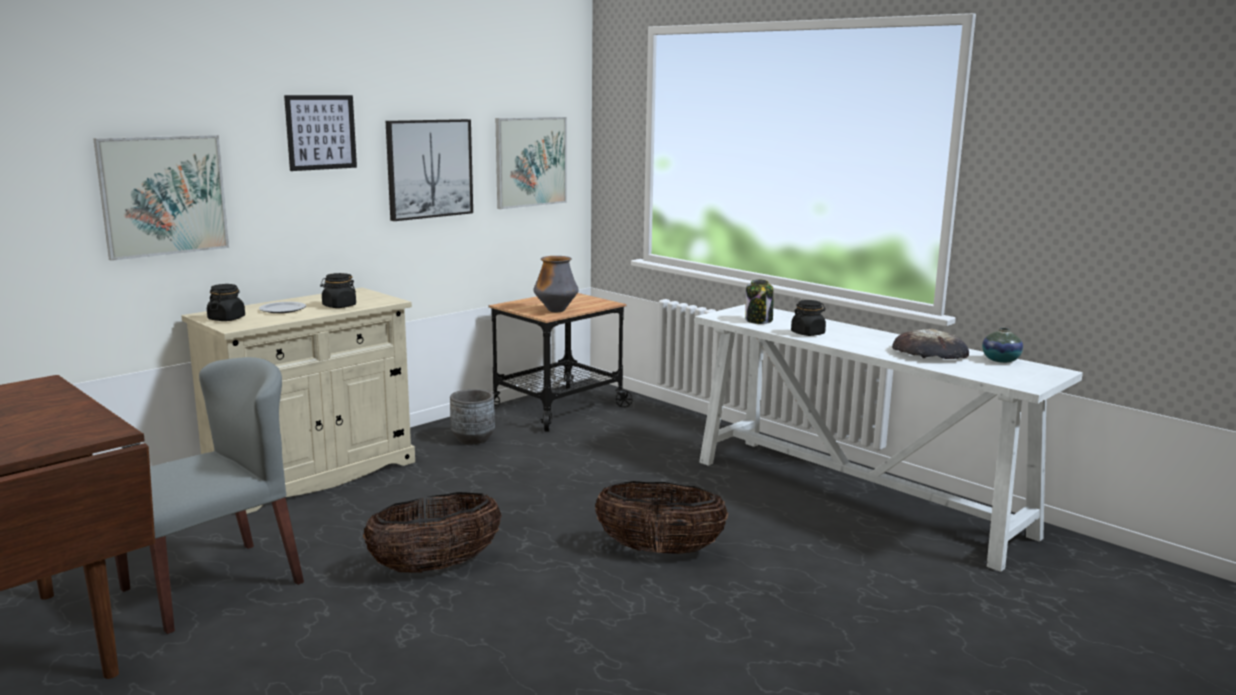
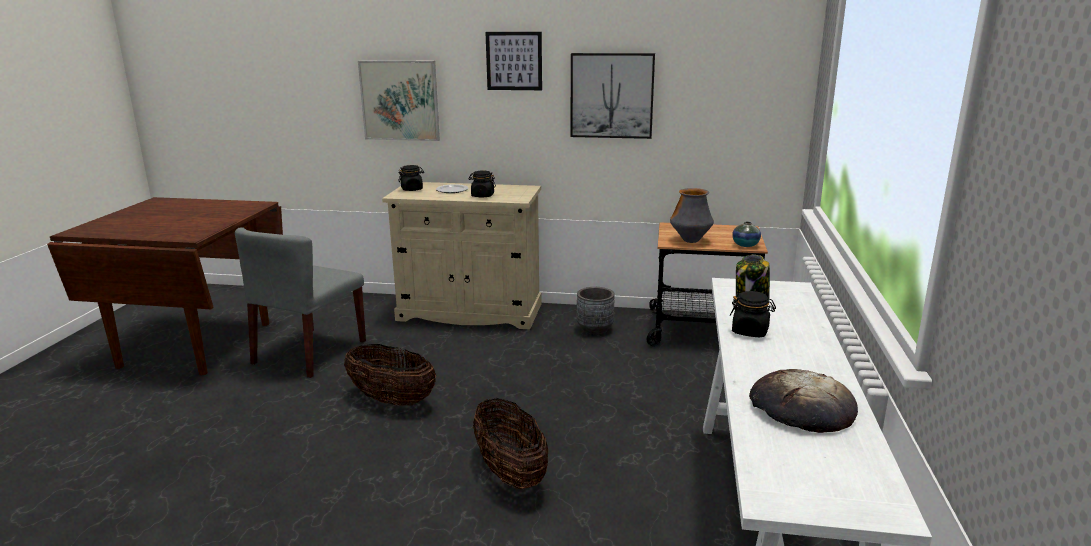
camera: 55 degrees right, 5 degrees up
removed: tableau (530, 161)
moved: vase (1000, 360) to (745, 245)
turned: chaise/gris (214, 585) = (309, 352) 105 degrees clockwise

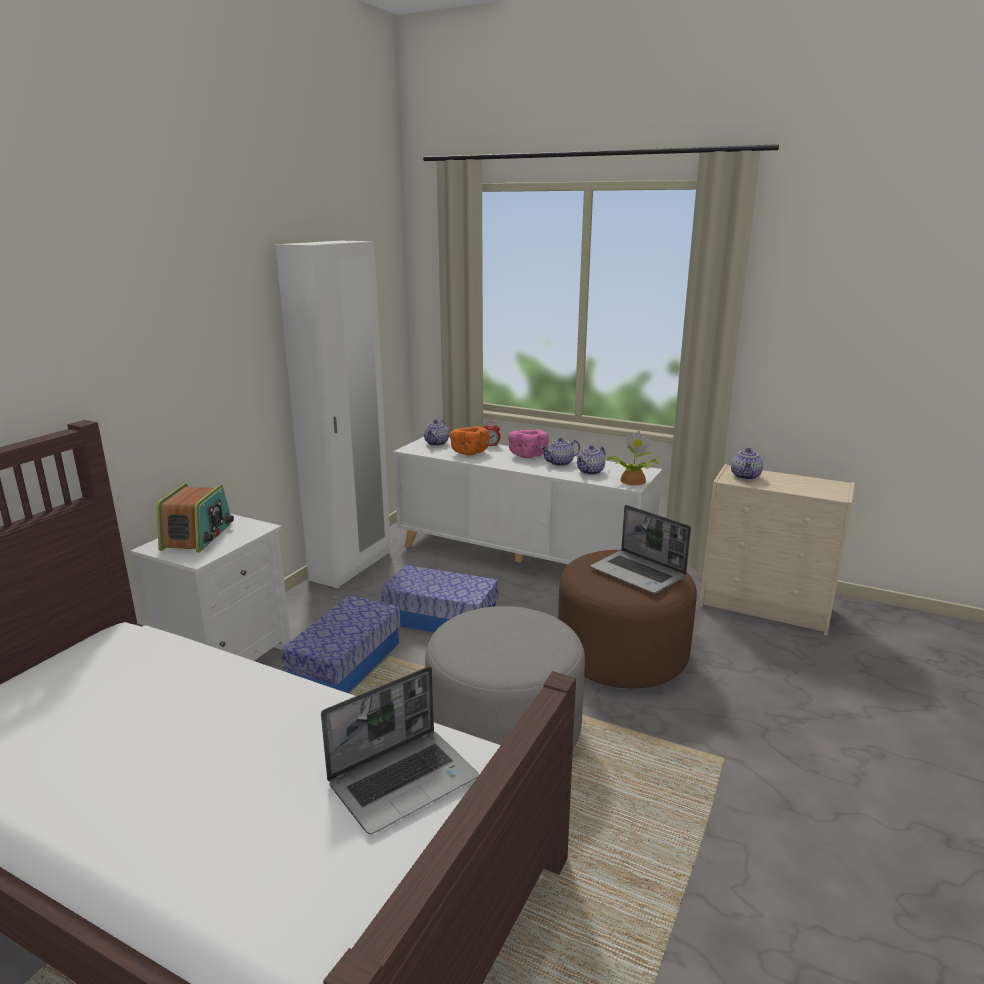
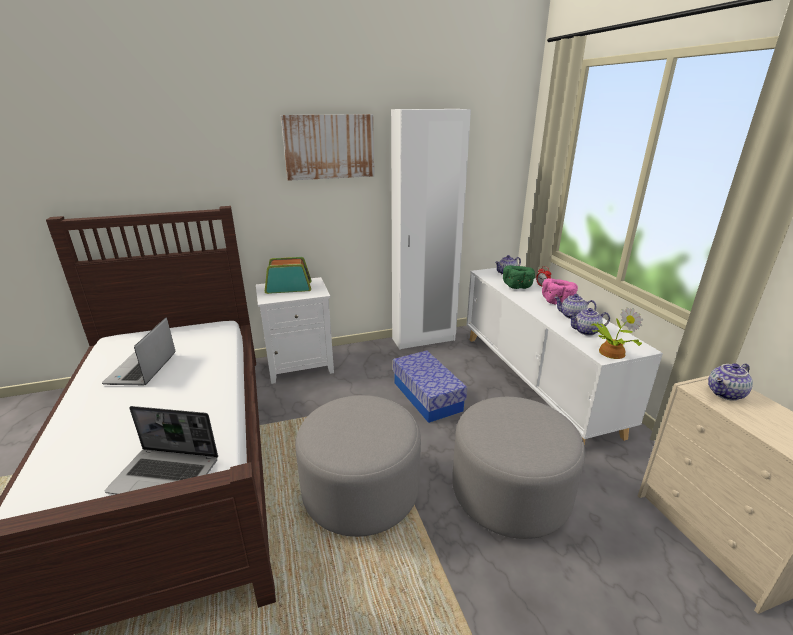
camera: 45 degrees right, 5 degrees up
removed: boîte de rangement (346, 664)
added: tableau (329, 147)
moved: ordinateur portable (639, 573) to (142, 369)
recoloured: bol/orange (469, 452) to bol/vert (517, 286); pouf/marron (622, 655) to pouf/gris (510, 493)
turned: radio (198, 536) = (288, 287) 150 degrees counterclockwise

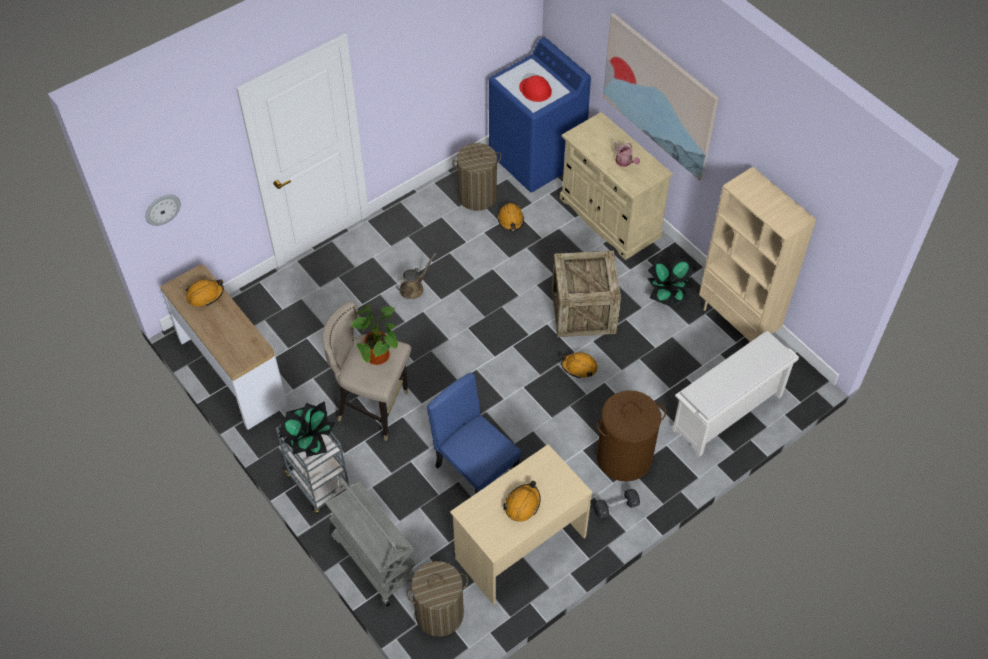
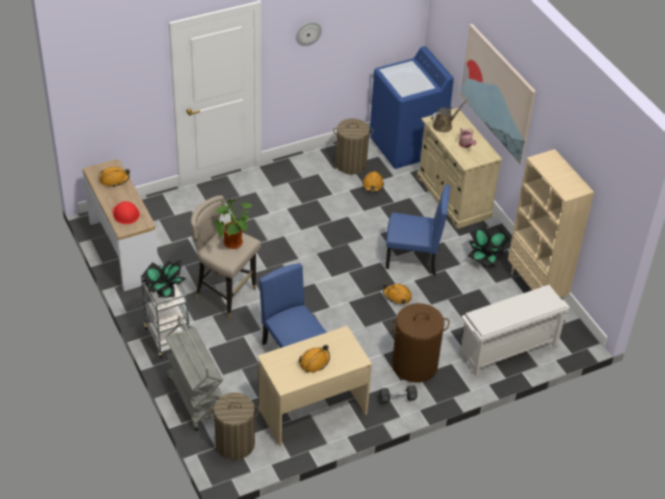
camera: 10 degrees right, 10 degrees down
moved: horloge murale (162, 209) to (308, 33); arrosoir/marron (413, 288) to (444, 125); casque de chantier/rouge (535, 89) to (126, 213)
replaced: caisse (583, 311) to chaise/bleu (412, 258)

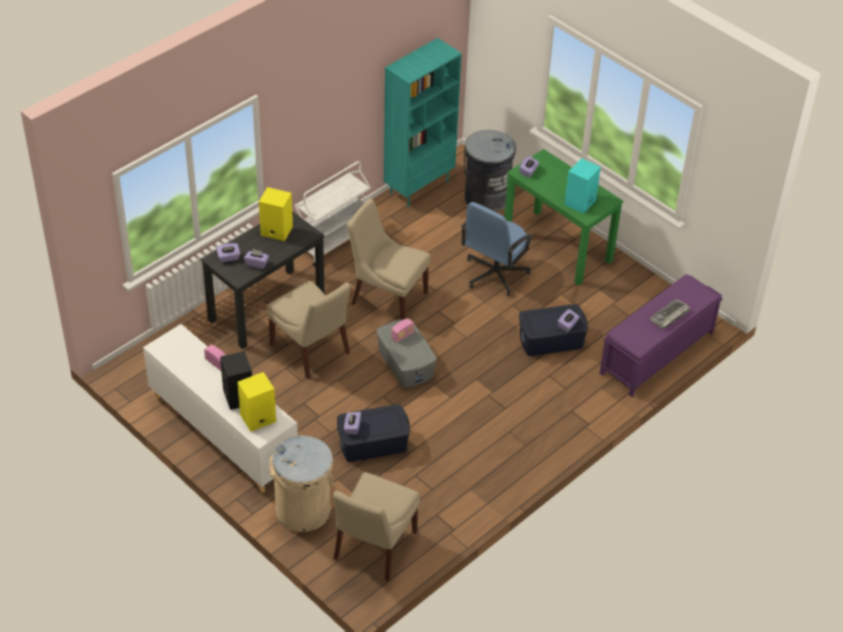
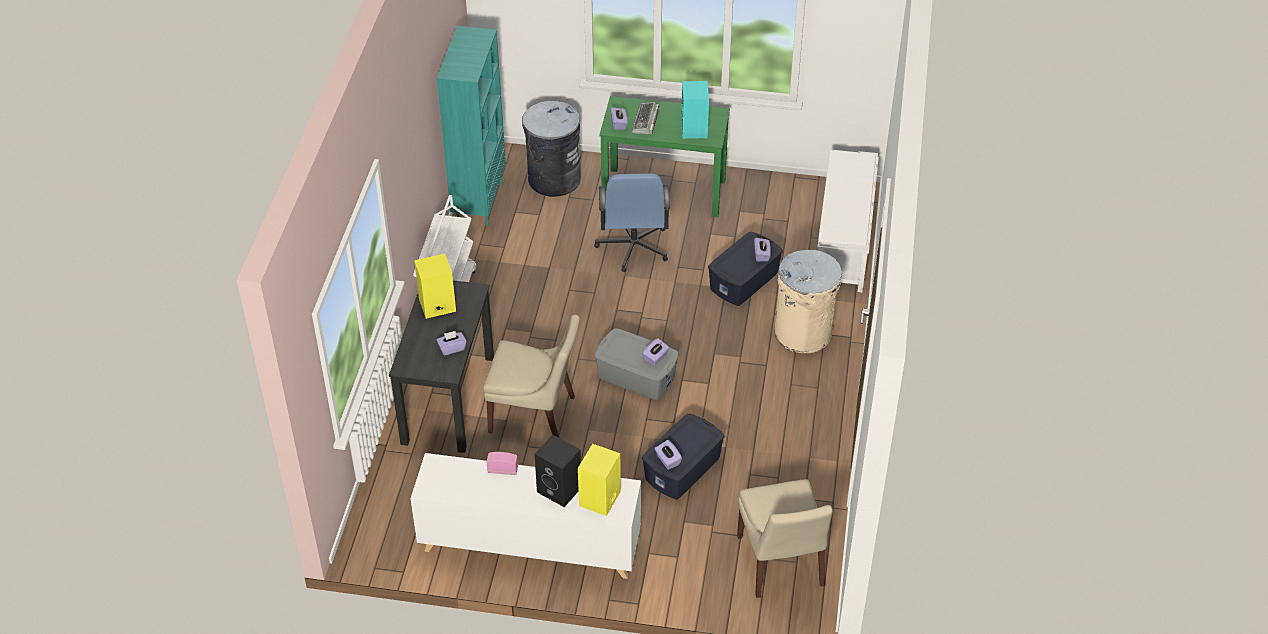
camera: 35 degrees left, 0 degrees up
removed: chaise/beige (387, 297); radio (402, 336)
moved: boîte à mouchoirs/violet (228, 257) to (655, 358); poubelle/beige (303, 511) to (803, 333); clavier (669, 316) to (645, 121)
recoloured: banc/violet (656, 354) to banc/blanc (844, 242)

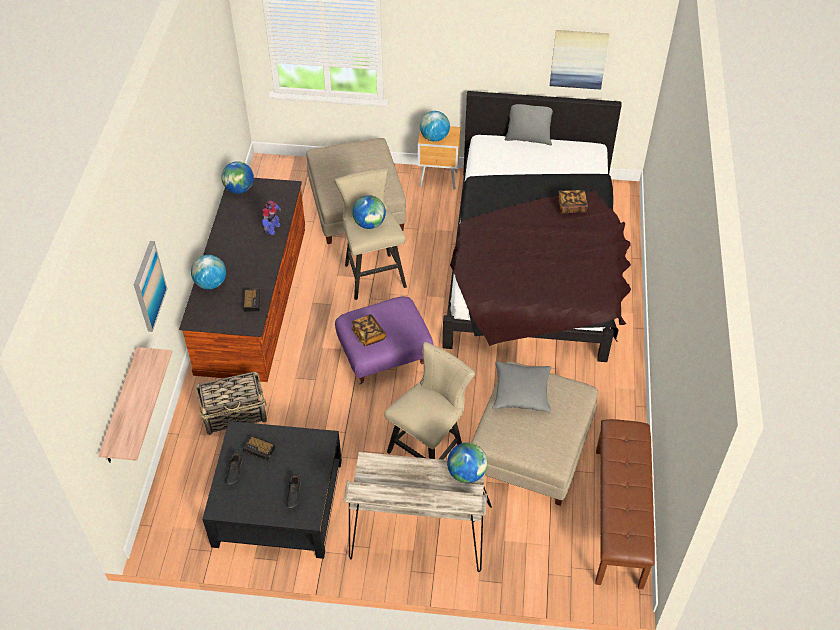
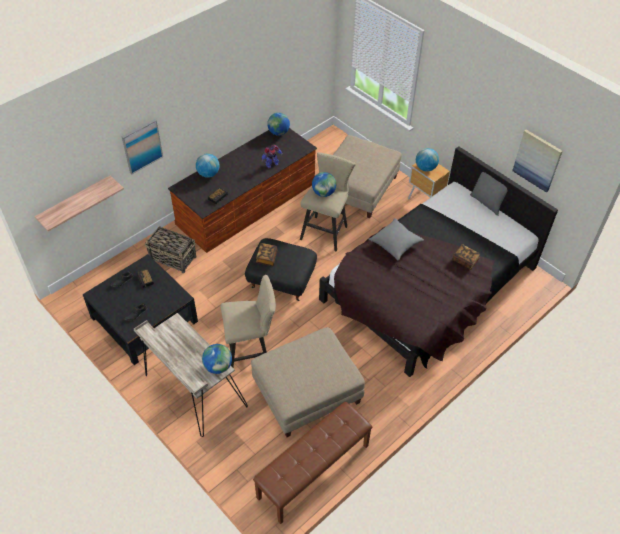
camera: 40 degrees right, 0 degrees up
moved: coussin/gris (521, 392) to (395, 244)
recoloured: pouf/violet (384, 357) to pouf/noir (281, 282)

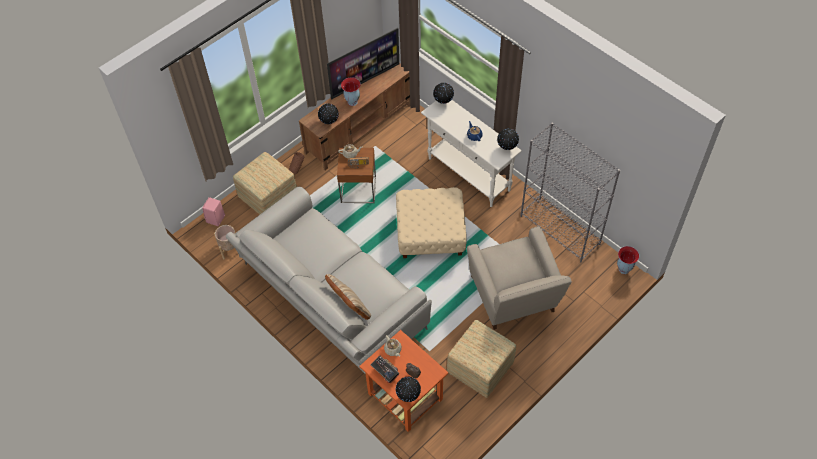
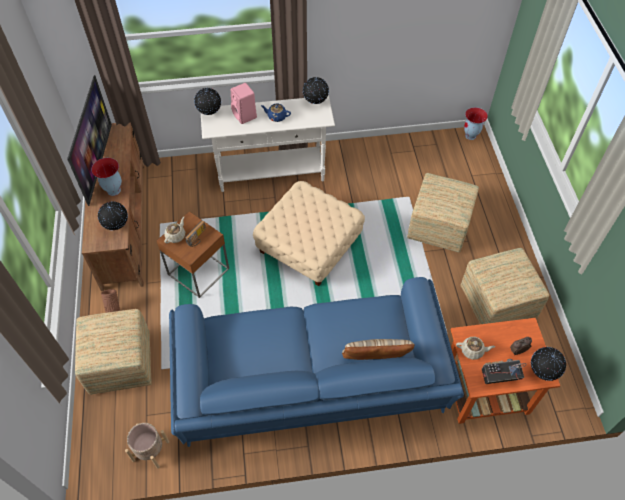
camera: 55 degrees left, 0 degrees up
removed: bibliothèque/gris (560, 230)
moved: enceinte/rose (215, 219) to (245, 116)
replaced: fauteuil/beige (514, 298) to pouf (439, 227)
recoloured: canapé/gris (330, 297) to canapé/bleu (310, 384)

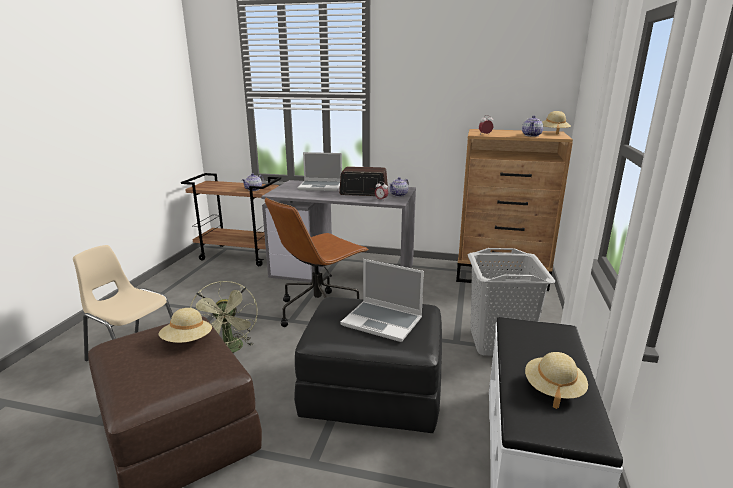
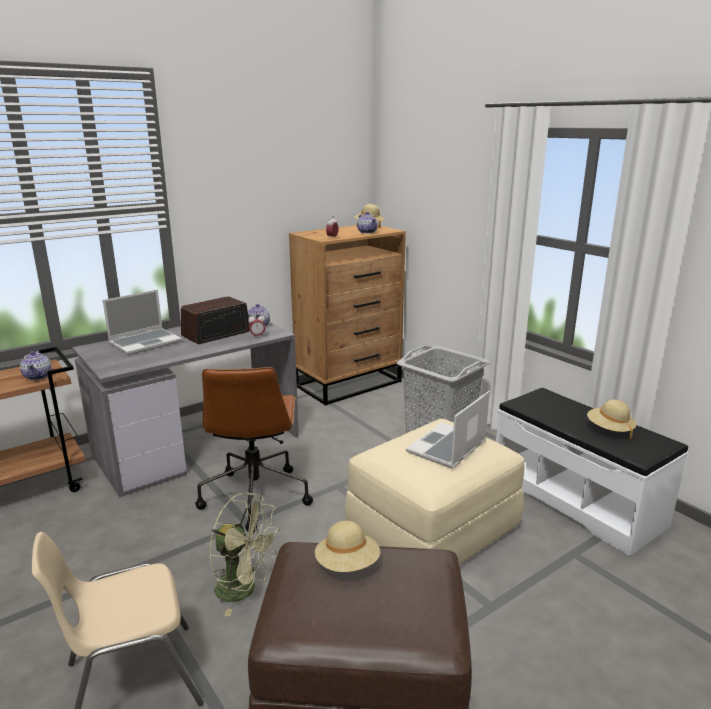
camera: 50 degrees left, 0 degrees up
recoloured: pouf/noir (373, 392) to pouf/beige (433, 529)
turned: ordinateur portable (383, 322) = (447, 448) 150 degrees clockwise

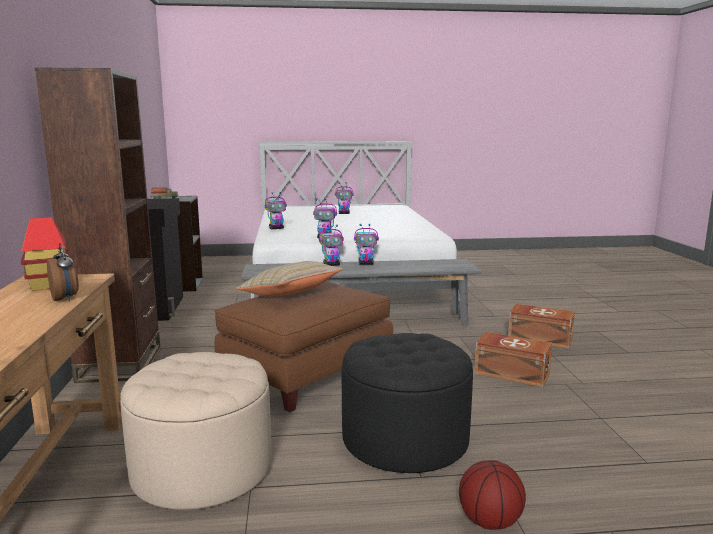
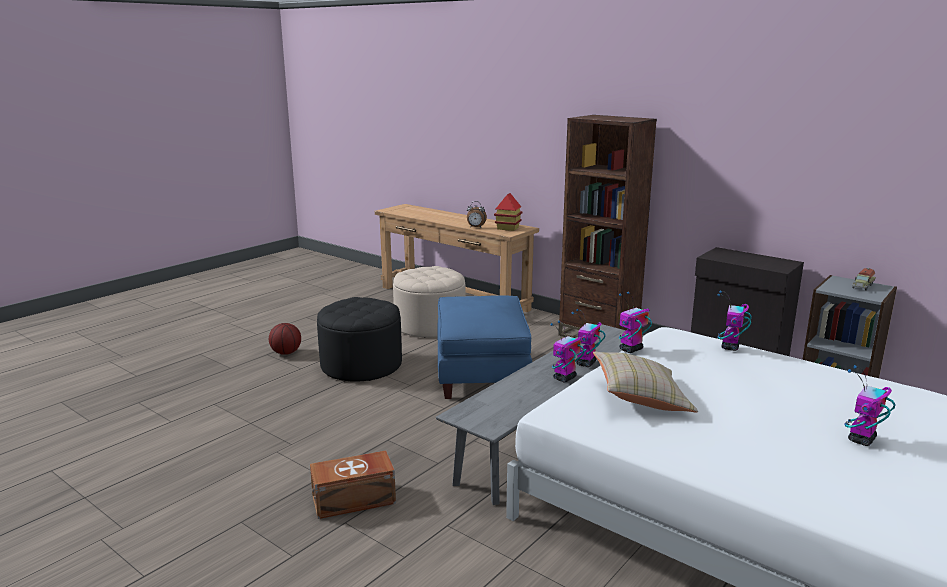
camera: 135 degrees right, 5 degrees up
removed: boîte de rangement/marron (511, 373)
moved: coussin/beige (290, 294) to (640, 398)
recoloured: pouf/marron (307, 374) to pouf/bleu (482, 374)

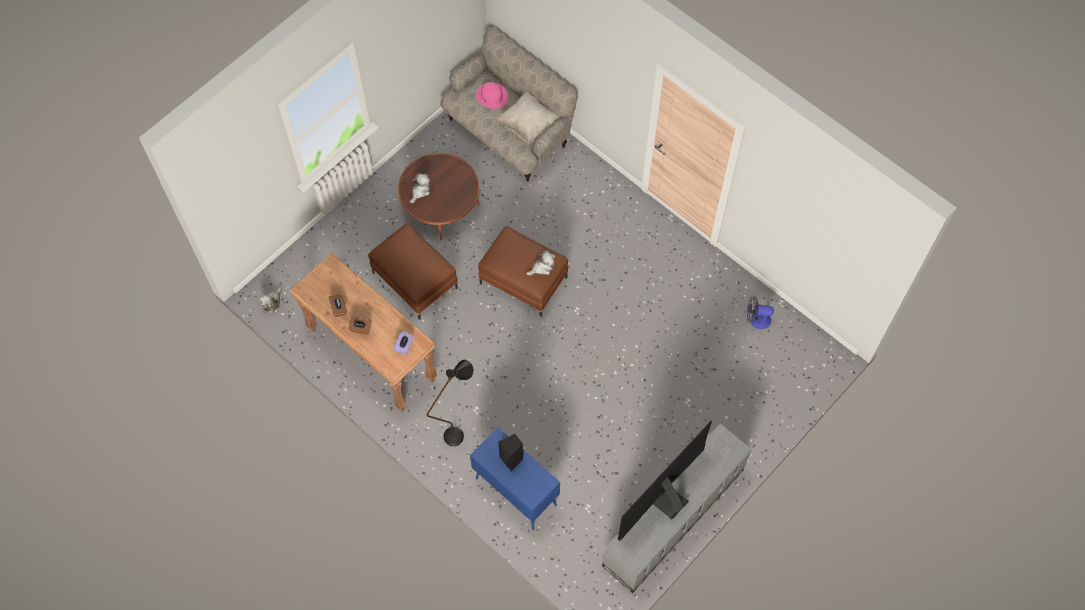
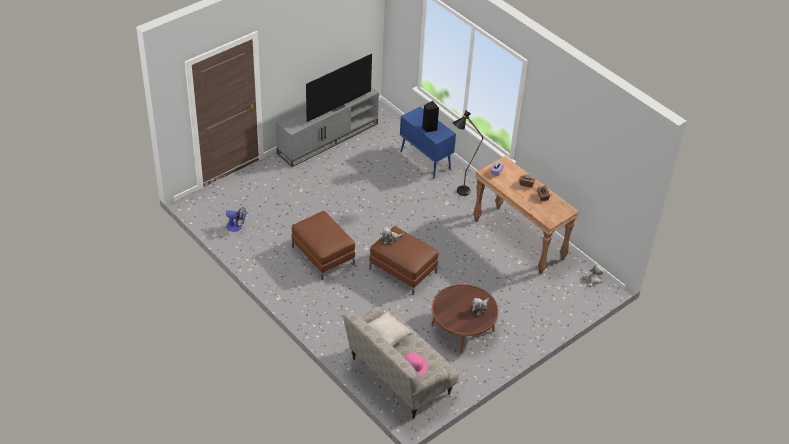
camera: 175 degrees left, 20 degrees down
moved: pouf/marron (415, 280) to (323, 255)

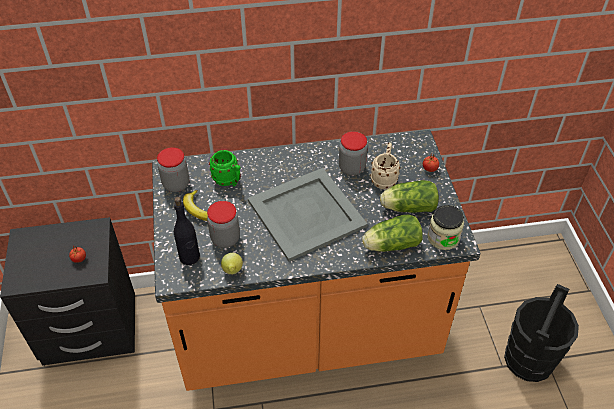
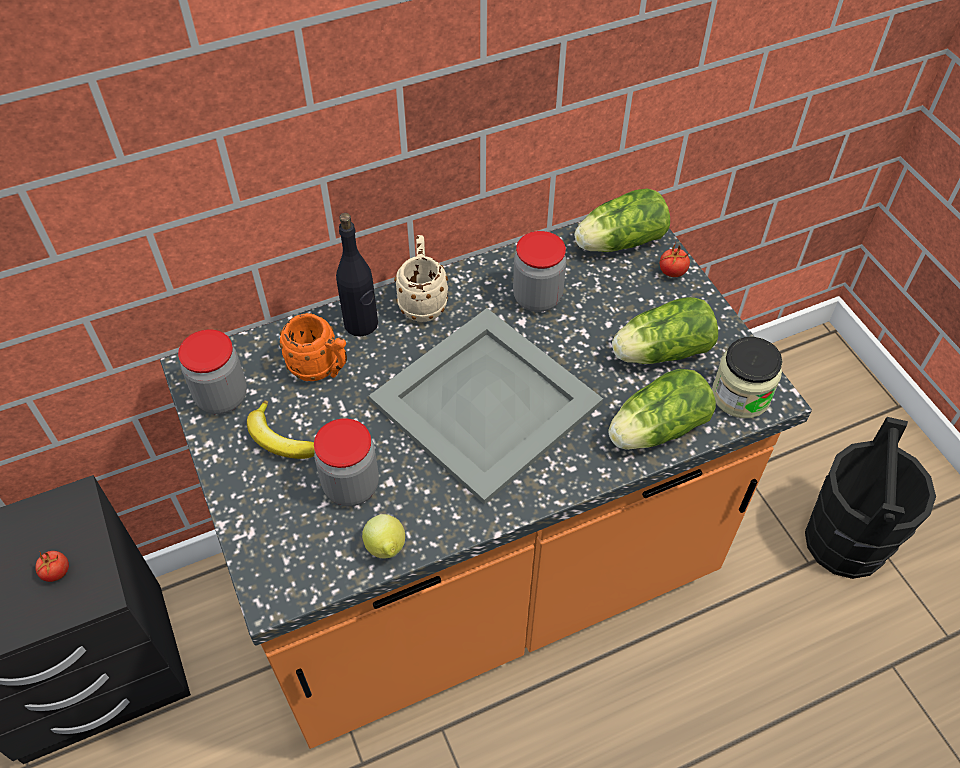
camera: 15 degrees left, 5 degrees up
added: laitue (617, 242)
moved: bouteille/noir (189, 257) to (361, 324); mug/beige (384, 178) to (423, 301)
recoloured: mug/vert (228, 181) to mug/orange (321, 369)

